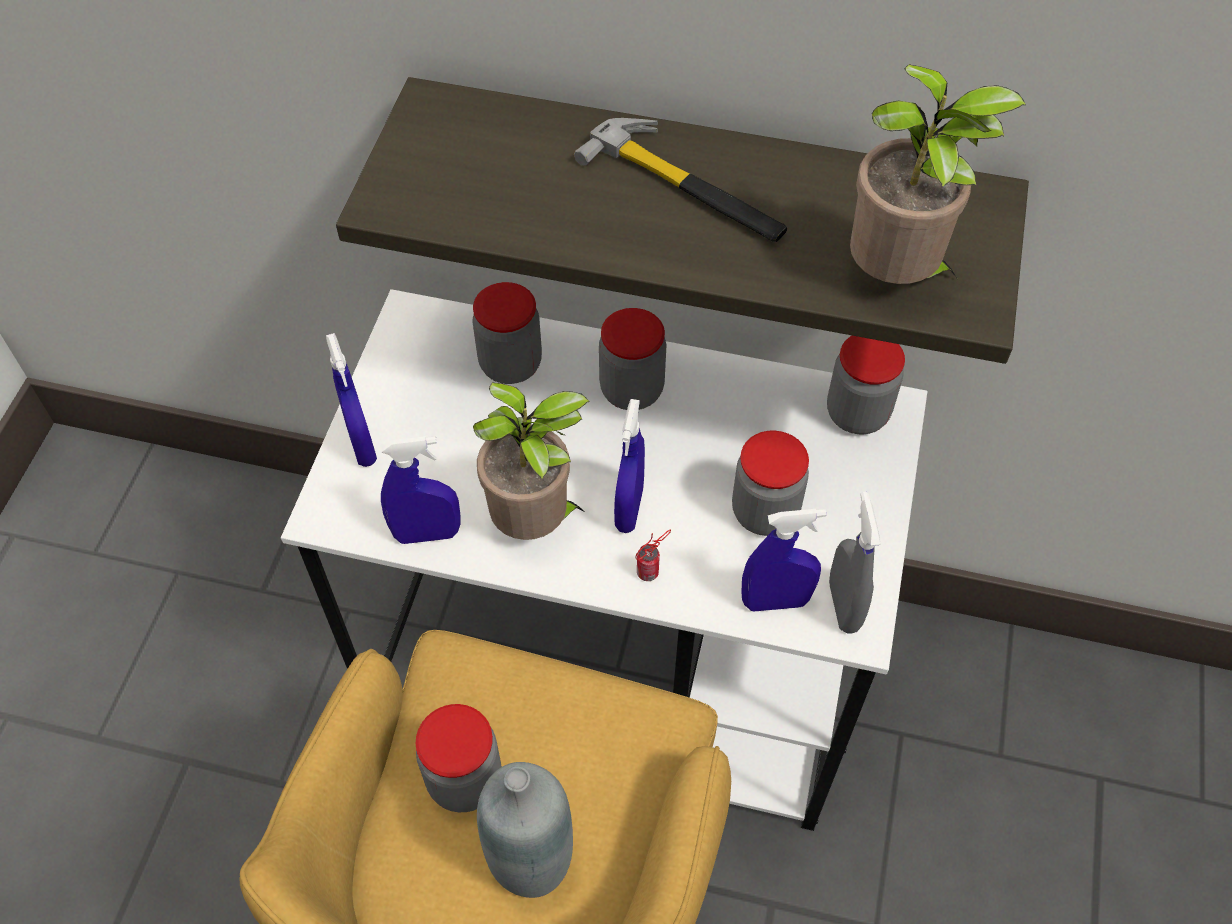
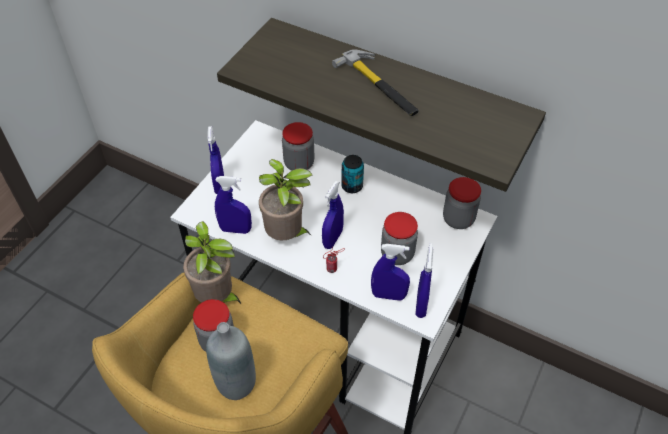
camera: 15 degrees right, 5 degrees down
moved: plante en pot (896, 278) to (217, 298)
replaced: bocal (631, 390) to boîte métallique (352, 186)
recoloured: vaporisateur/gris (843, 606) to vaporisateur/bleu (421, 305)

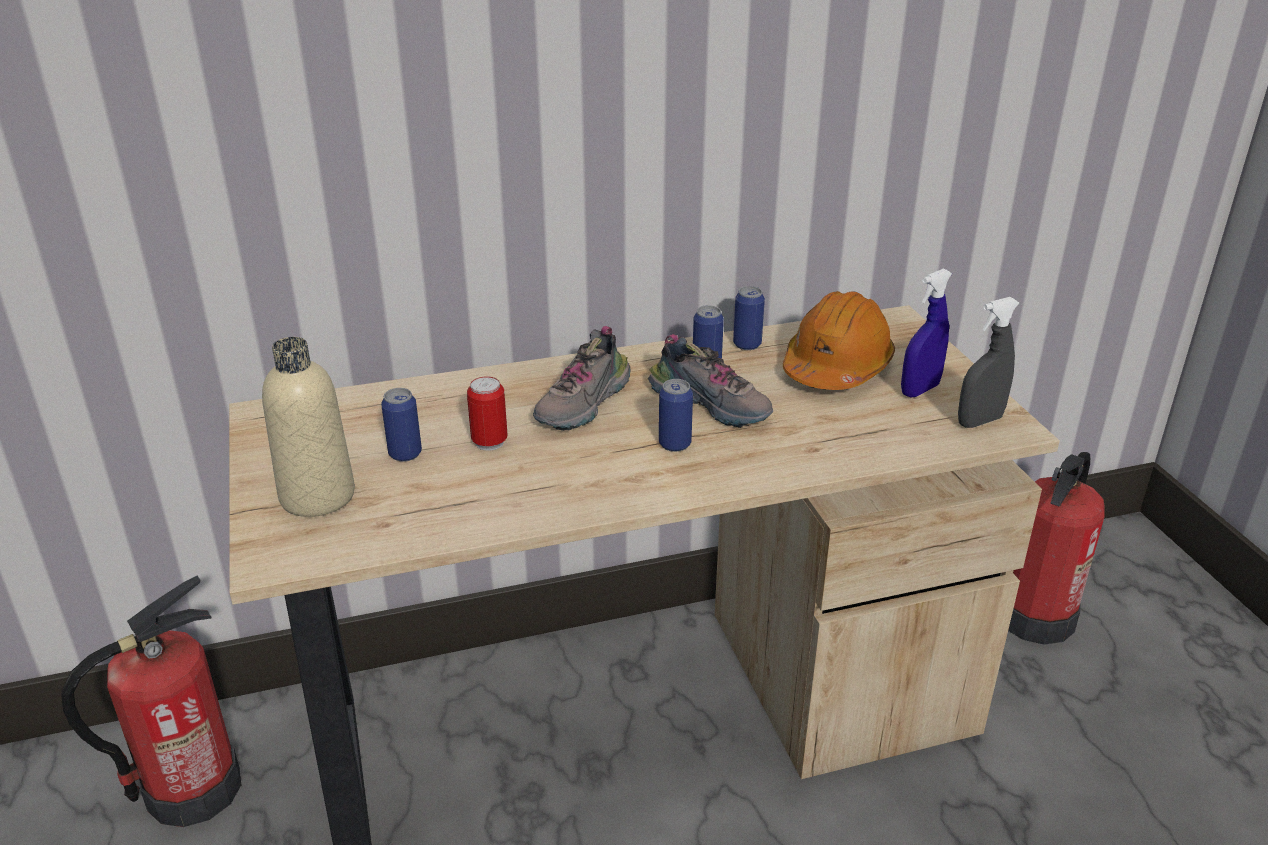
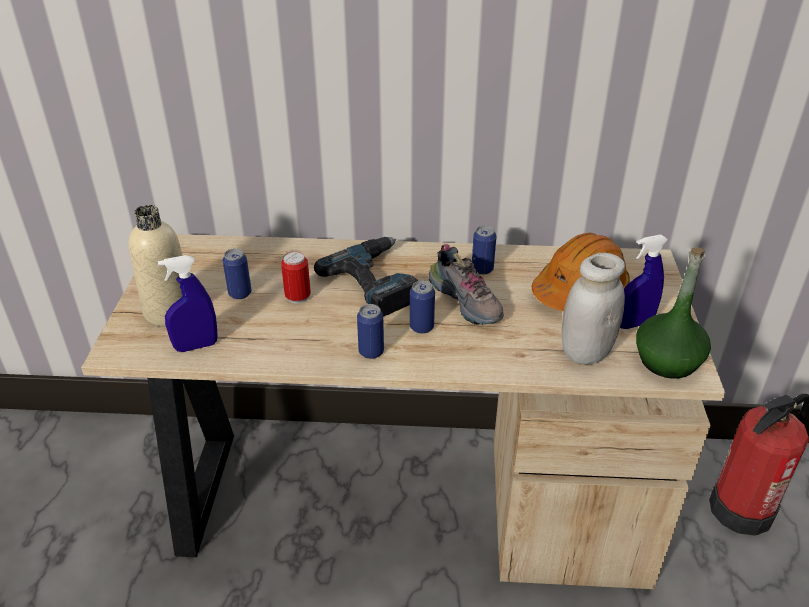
camera: 20 degrees right, 5 degrees up
removed: extincteur (191, 789)
added: vaporisateur/bleu (196, 346); bocal/blanc (585, 352)
moved: boîte métallique (747, 344) to (371, 352)
replaced: chaussure (584, 404) to perceuse (378, 282); vaporisateur/gris (979, 421) to bouteille/vert (667, 361)

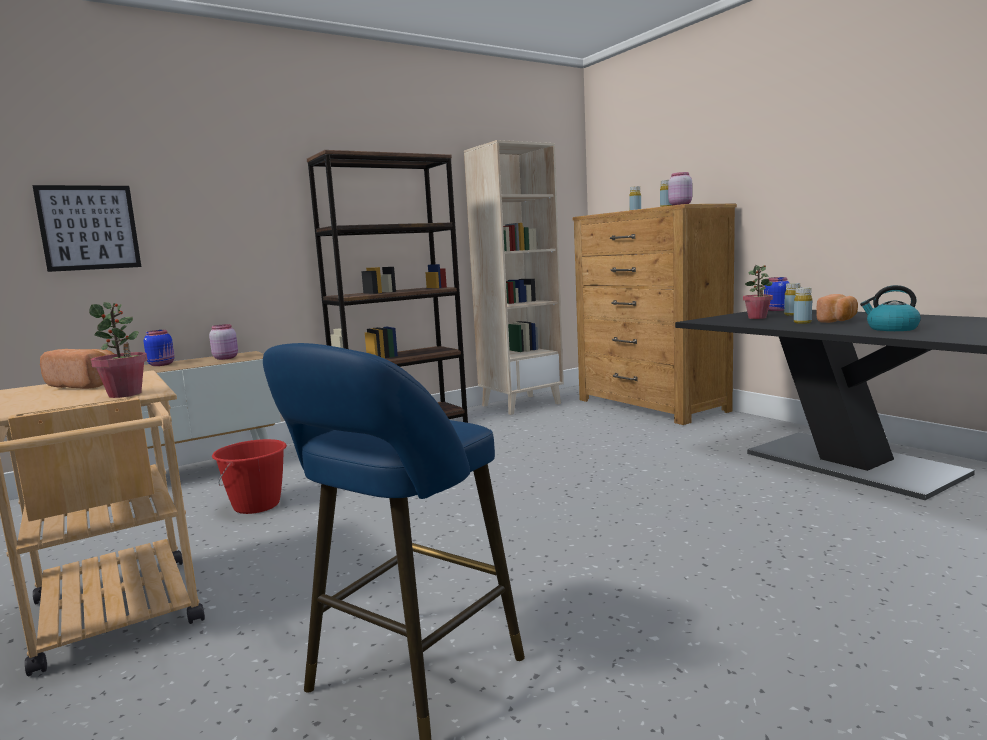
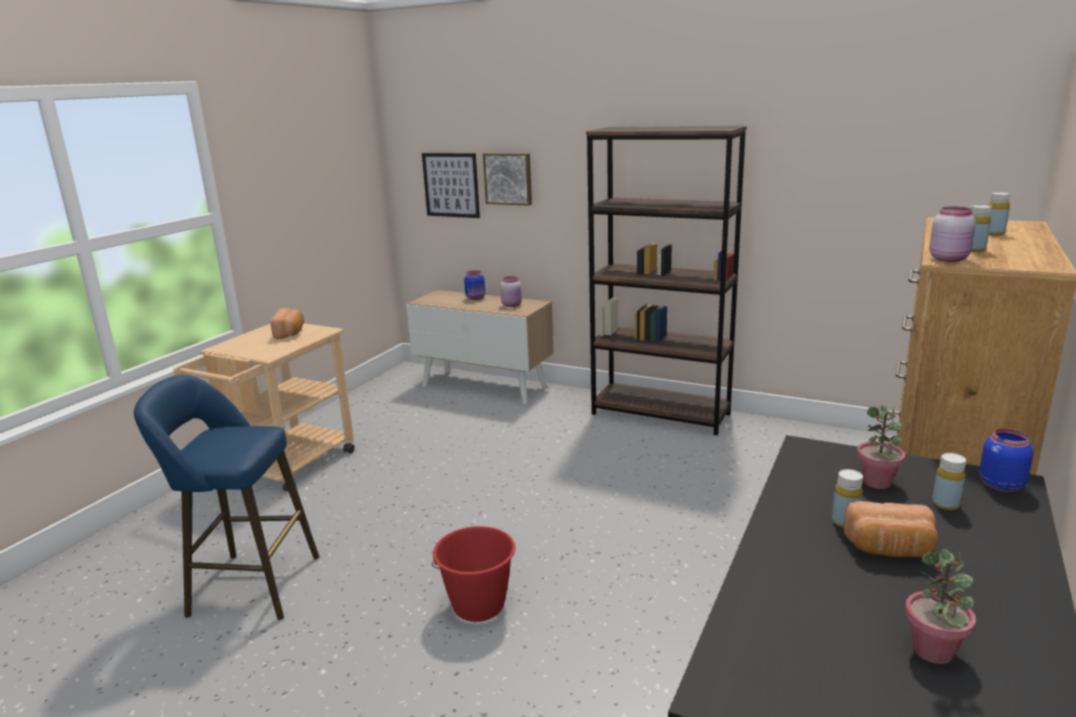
camera: 60 degrees right, 10 degrees up
removed: bibliothèque/beige (521, 404); bouilloire (891, 329)
added: tableau (508, 178)
moved: plante en pot (125, 394) to (933, 651); seau/rouge (257, 505) to (478, 606)

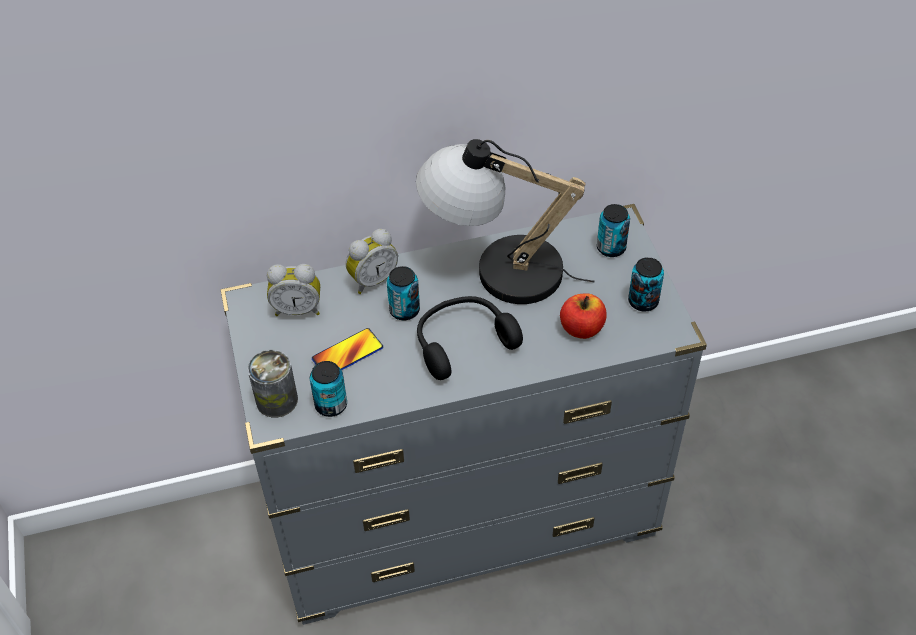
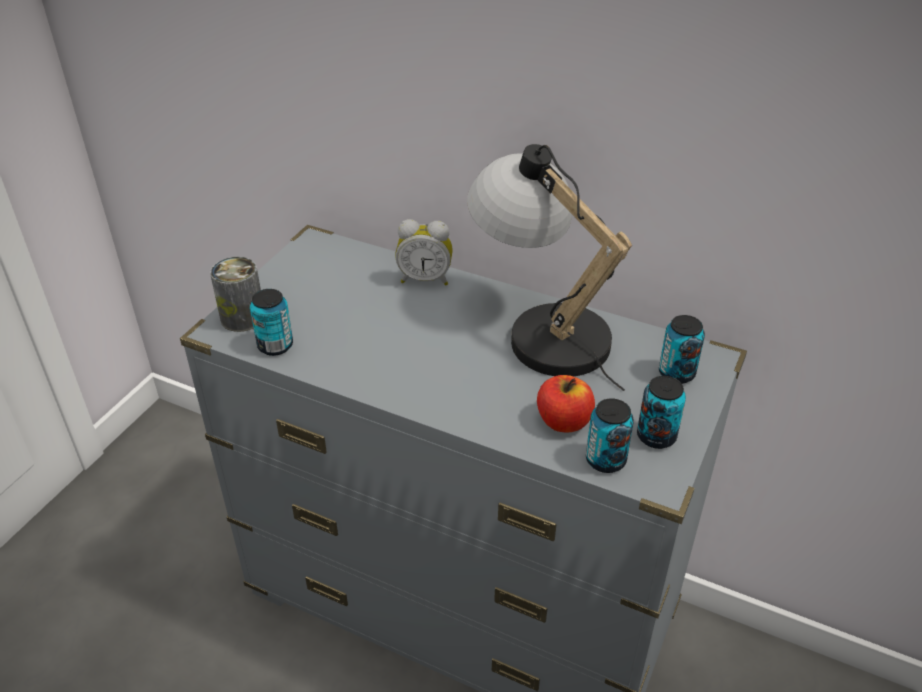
camera: 40 degrees right, 10 degrees down
removed: réveil (298, 309); téléphone (347, 354); casque audio/noir (462, 342)
moved: boîte métallique (404, 310) to (605, 460)

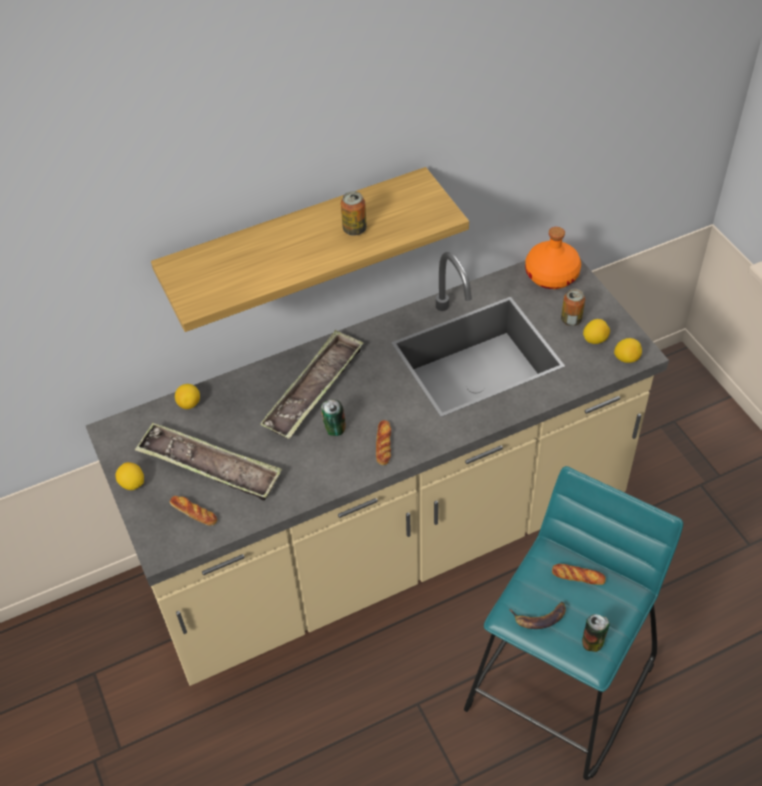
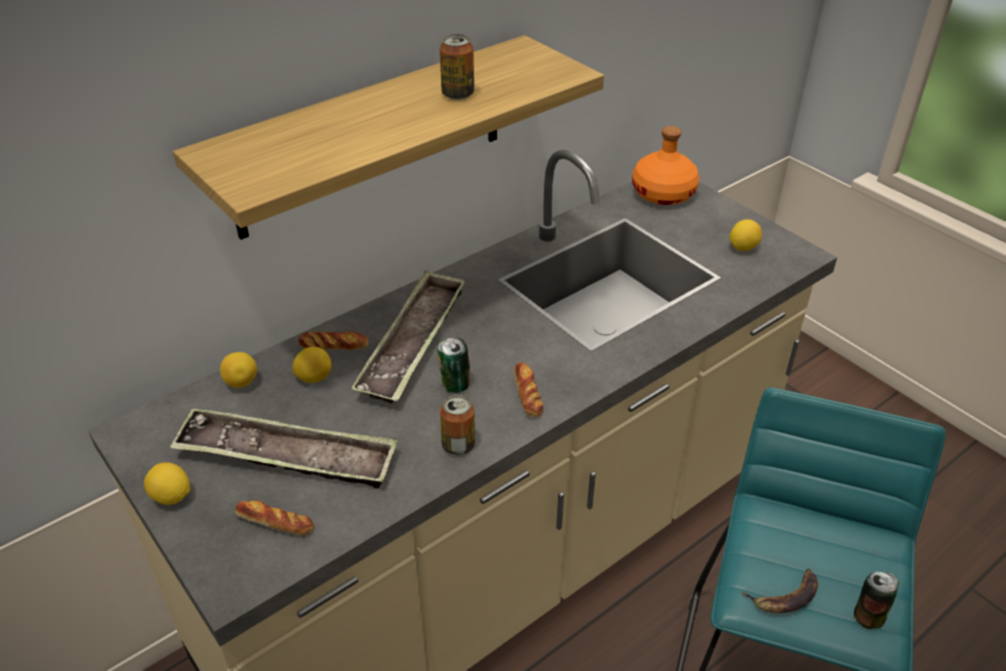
camera: 15 degrees left, 10 degrees down
moved: pain (578, 576) to (334, 345); boîte métallique (571, 320) to (458, 445); citron (626, 358) to (314, 378)

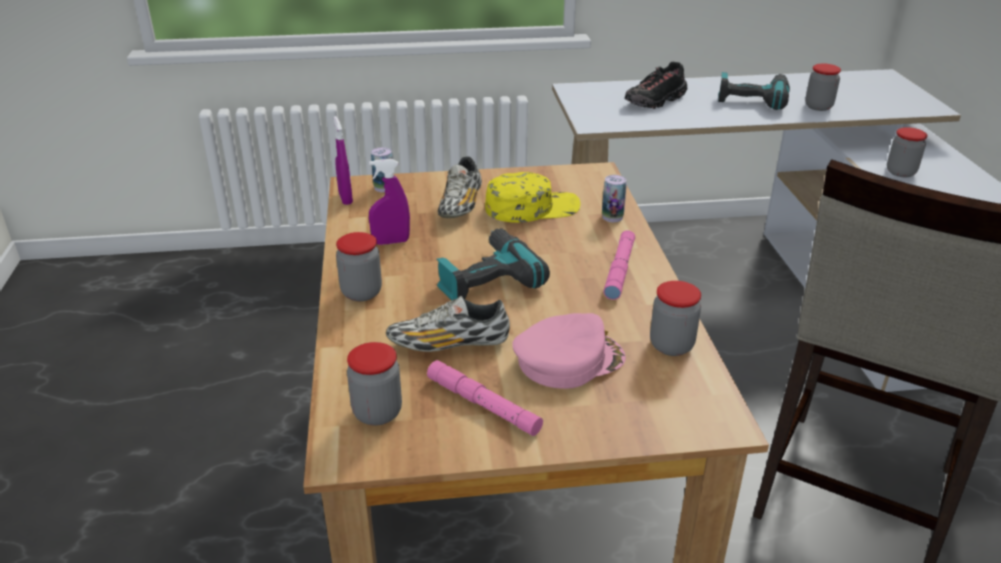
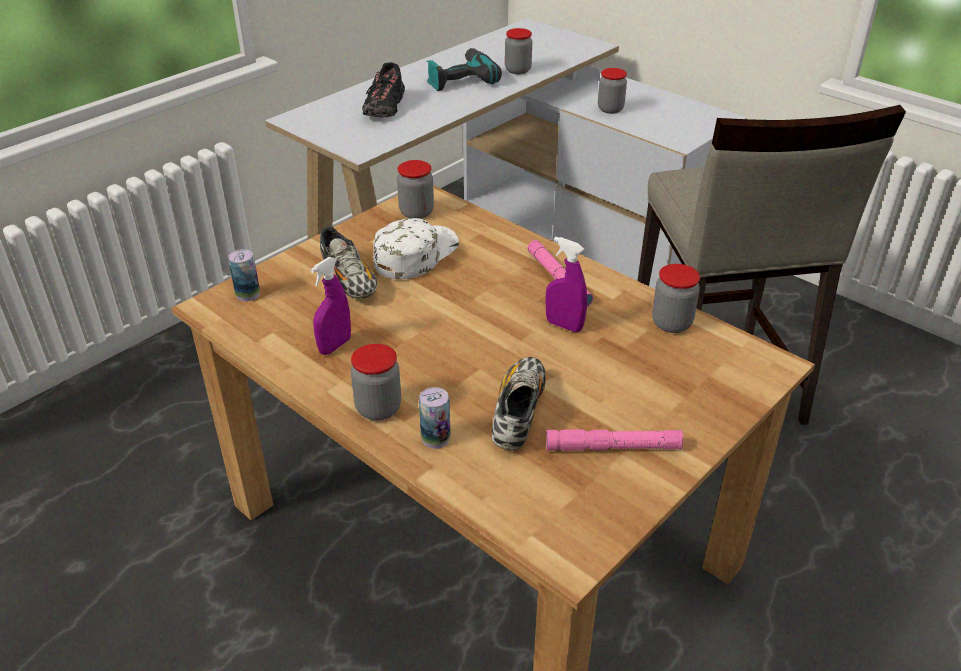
camera: 40 degrees left, 5 degrees up
removed: perceuse (485, 278); casquette/rose (568, 359)
moved: vaporisateur/violet (345, 198) to (564, 325); bocal (377, 413) to (416, 212); boîte métallique (612, 217) to (435, 439)
recoloured: casquette/jaune (532, 207) to casquette/blanc (415, 254)
turned: chaussure (449, 344) = (518, 413) 150 degrees clockwise

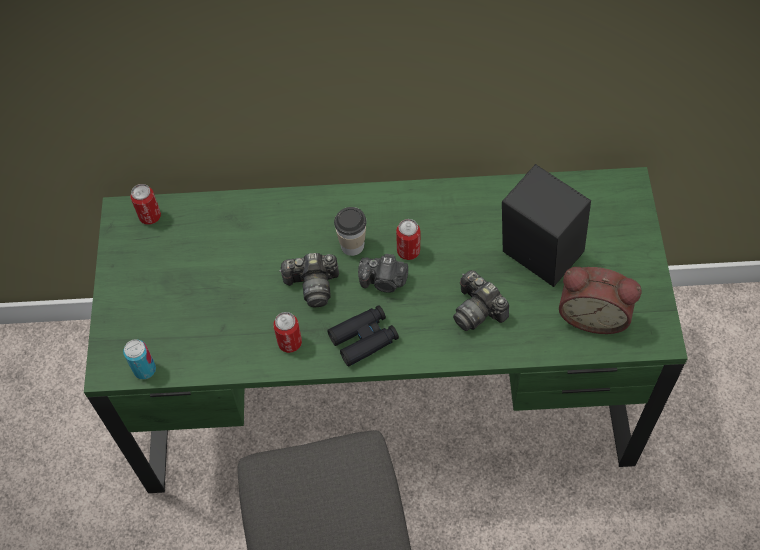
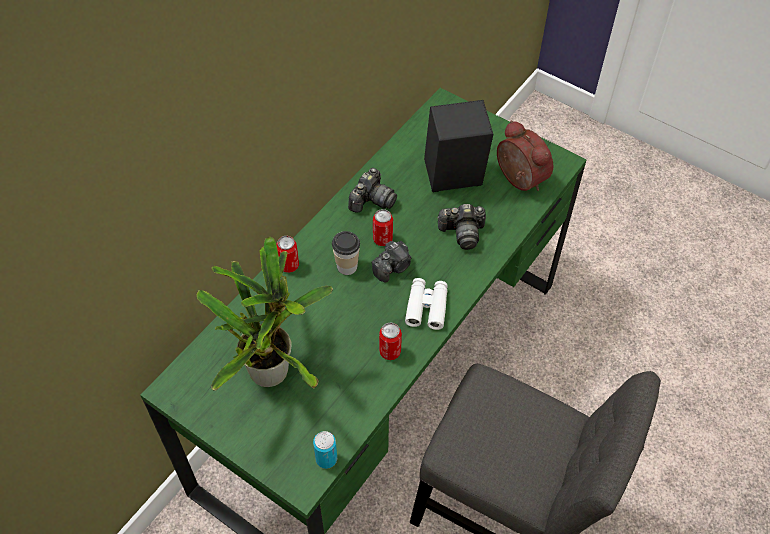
camera: 55 degrees left, 5 degrees down
added: plante en pot (272, 367)
moved: boîte métallique (150, 216) to (289, 265); appareil photo (313, 285) to (372, 200)
recoloured: jumelles/noir (364, 339) to jumelles/blanc (426, 307)
turned: réveil (593, 314) = (518, 180) 90 degrees counterclockwise

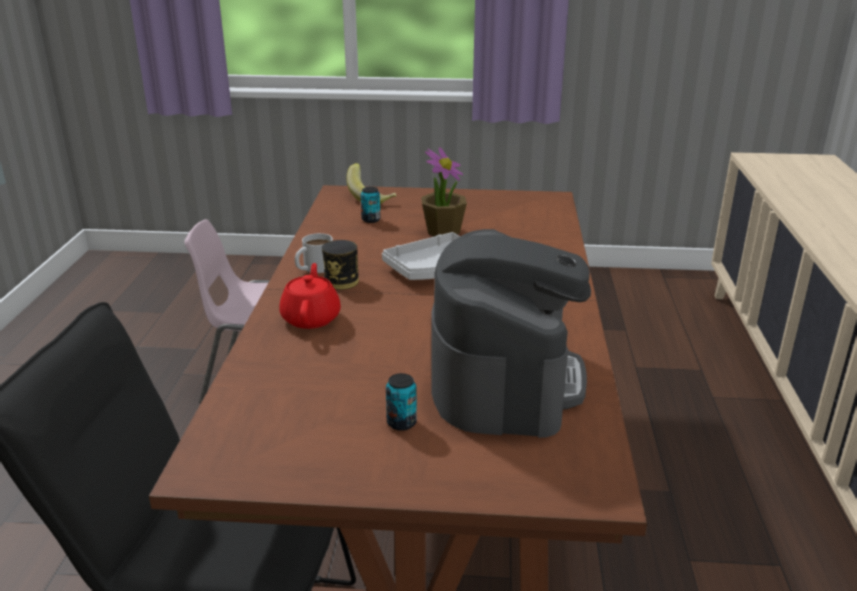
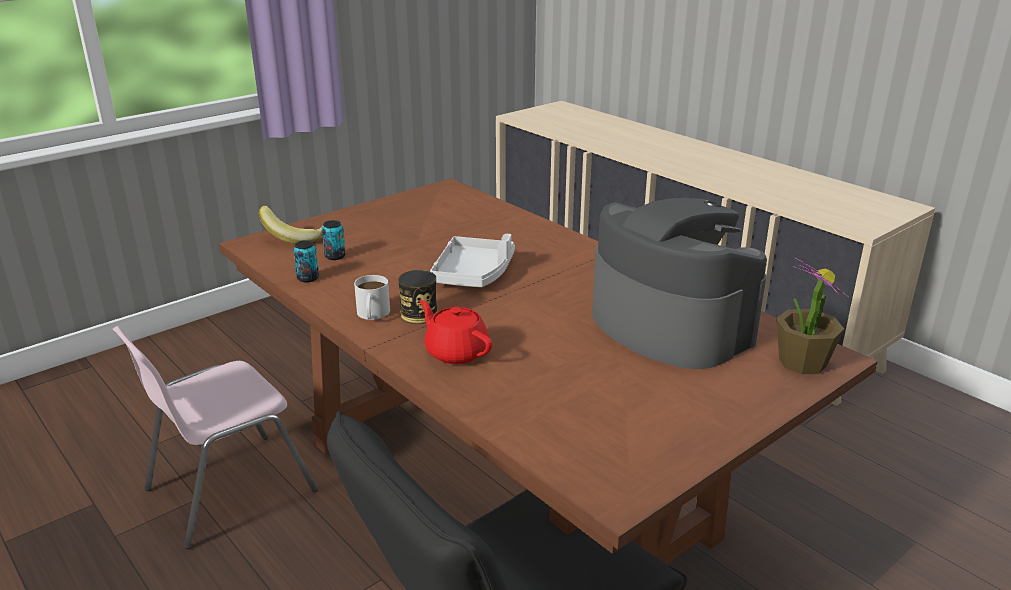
camera: 45 degrees left, 0 degrees up
moved: boîte métallique (401, 423) to (308, 278); plante en pot (443, 231) to (802, 362)

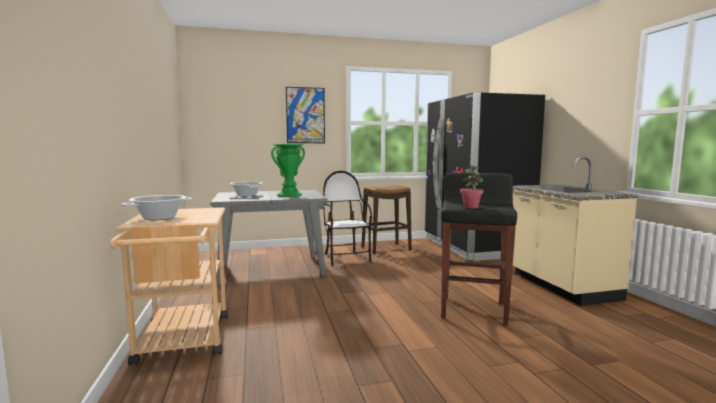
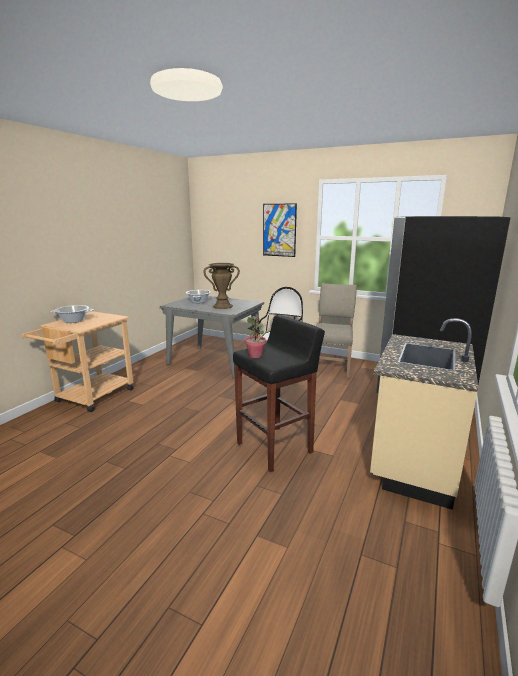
camera: 40 degrees right, 10 degrees up
replaced: tabouret (386, 248) to chaise/beige (331, 366)
recoloured: vase/vert (289, 195) to vase/marron (222, 306)

